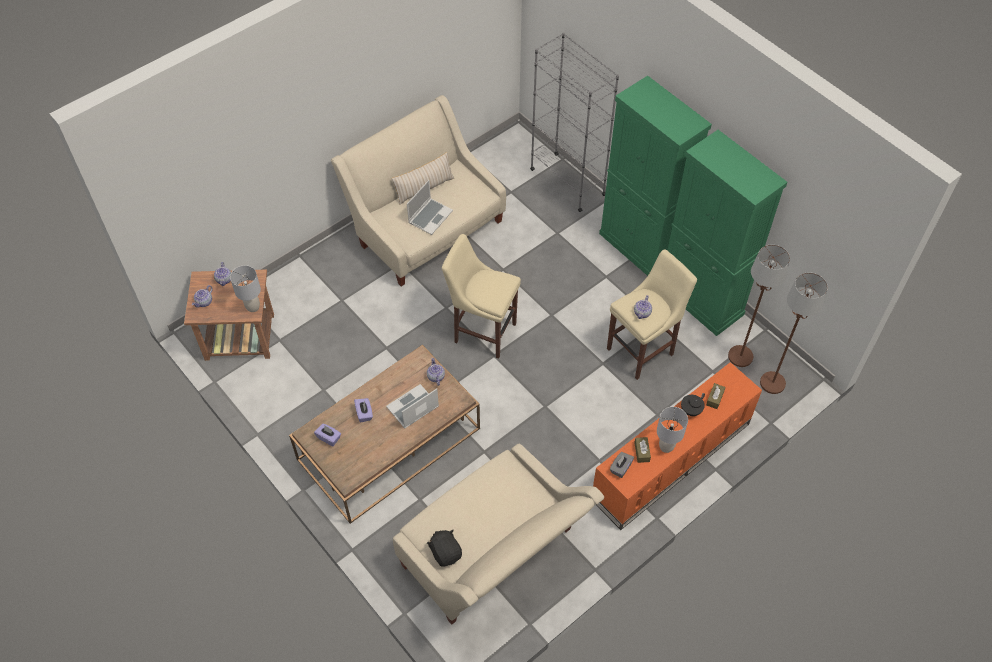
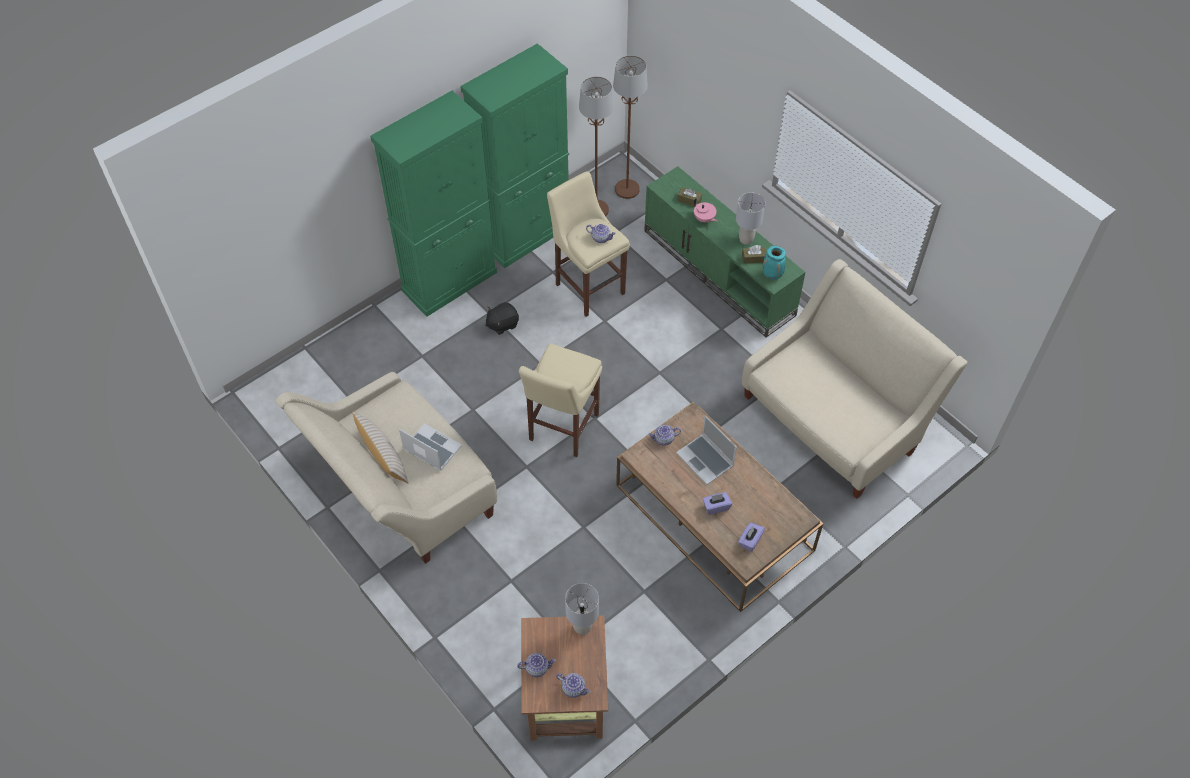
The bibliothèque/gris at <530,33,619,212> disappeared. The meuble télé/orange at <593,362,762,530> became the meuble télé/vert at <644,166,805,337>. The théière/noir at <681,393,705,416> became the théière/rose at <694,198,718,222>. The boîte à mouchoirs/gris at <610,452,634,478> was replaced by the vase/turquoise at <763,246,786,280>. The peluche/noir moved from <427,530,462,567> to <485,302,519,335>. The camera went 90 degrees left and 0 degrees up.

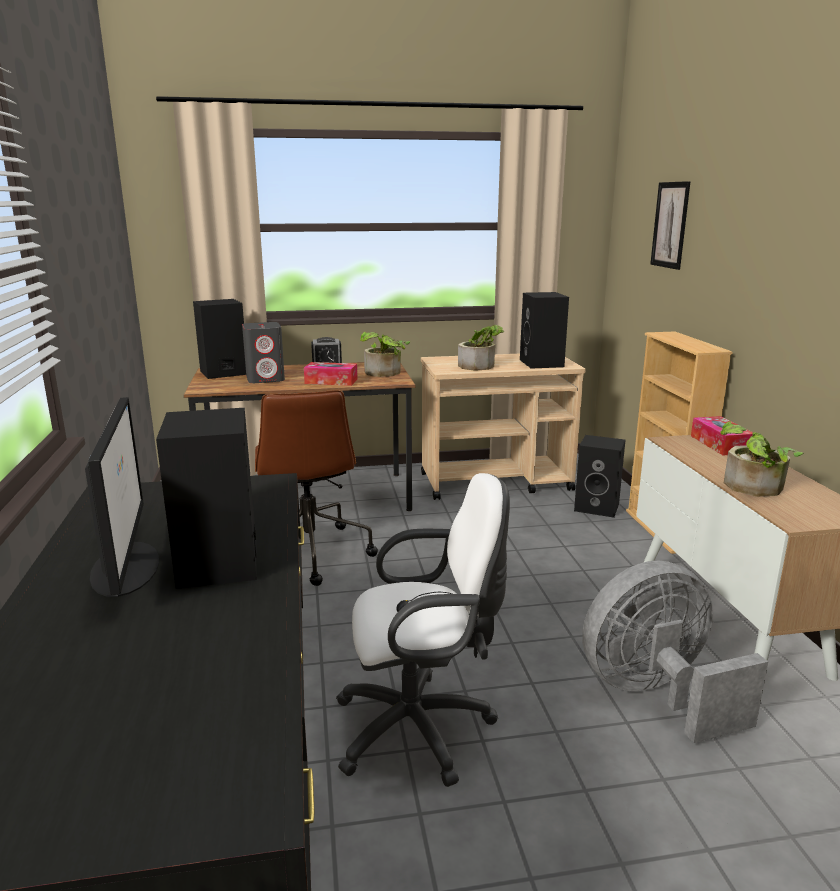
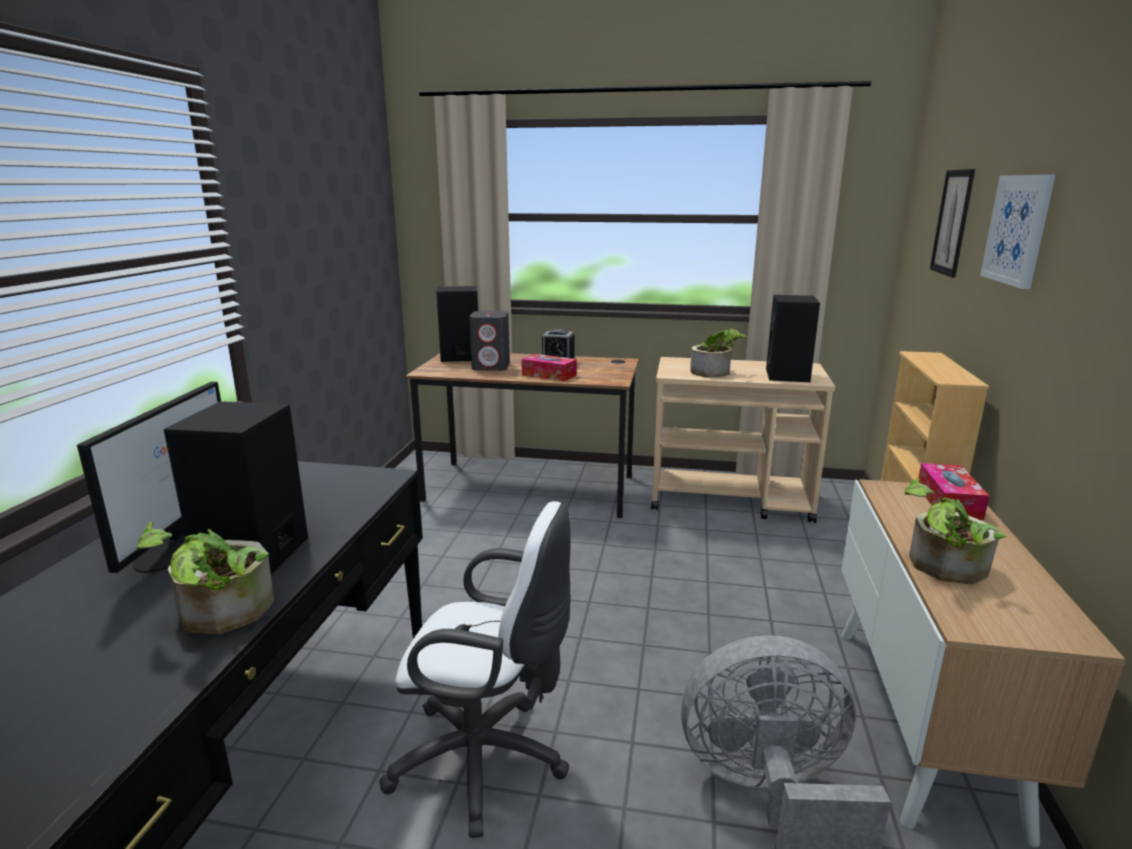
The plante en pot moved from <360,332,410,377> to <136,522,274,634>. The chaise de bureau/marron at <255,390,378,586> disappeared. The enceinte/noir at <574,435,625,518> disappeared. The tableau at <980,175,1055,289> appeared. The camera went 20 degrees right and 0 degrees up.

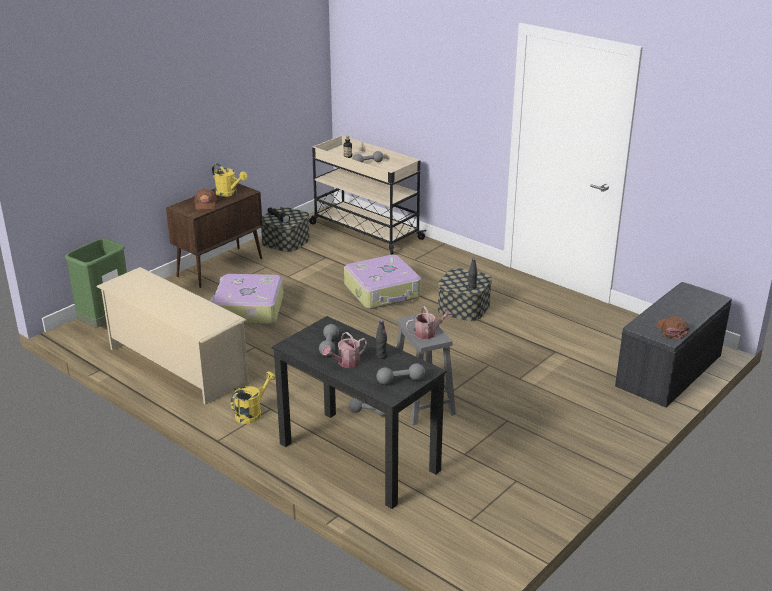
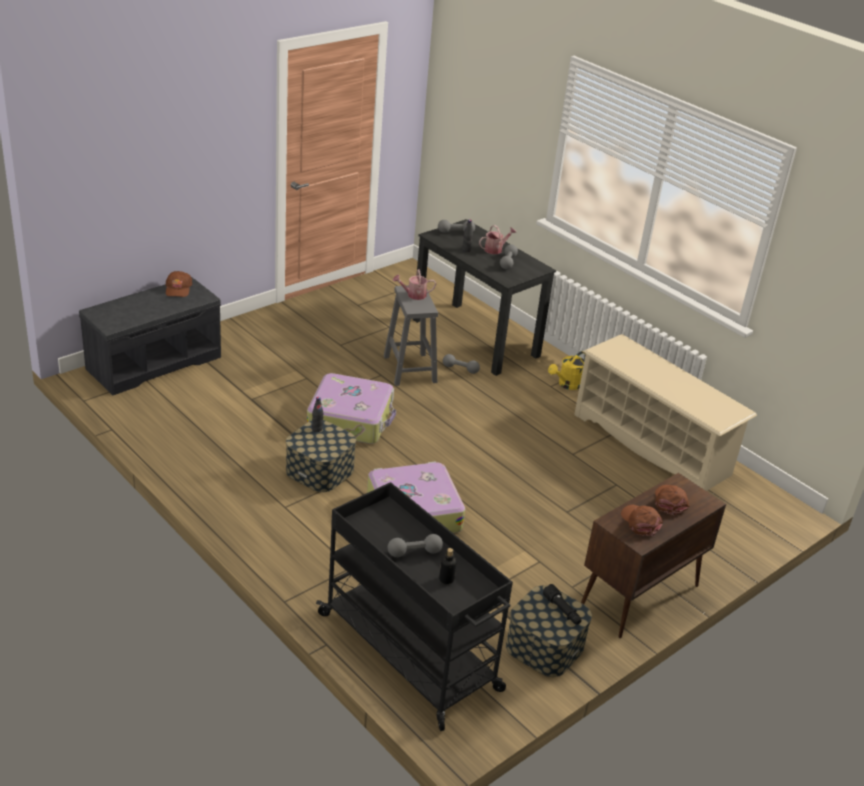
The chariot/beige at <309,135,426,255> became the chariot/noir at <316,482,513,731>. The arrosoir/jaune at <212,163,248,197> was replaced by the casquette/marron at <621,505,663,536>. The poubelle/vert at <65,238,127,327> disappeared. The valise moved from <210,274,284,325> to <307,373,396,444>. The camera went 175 degrees left and 5 degrees up.

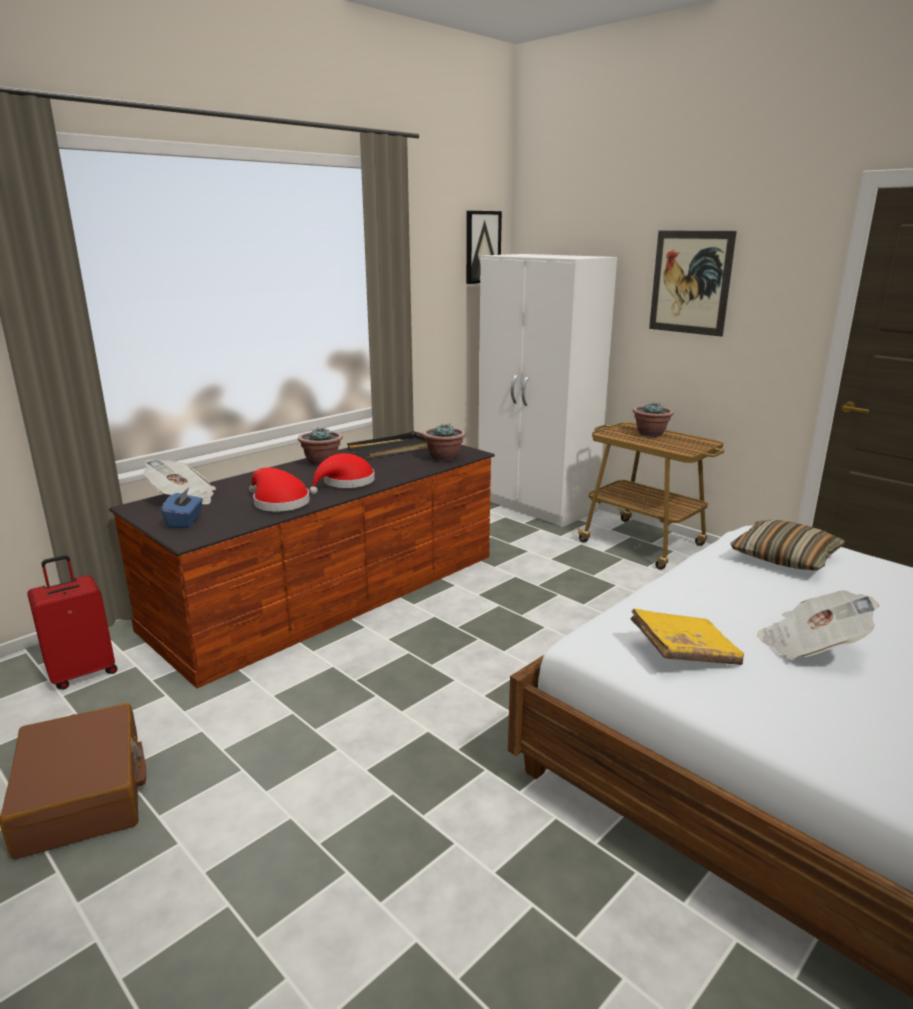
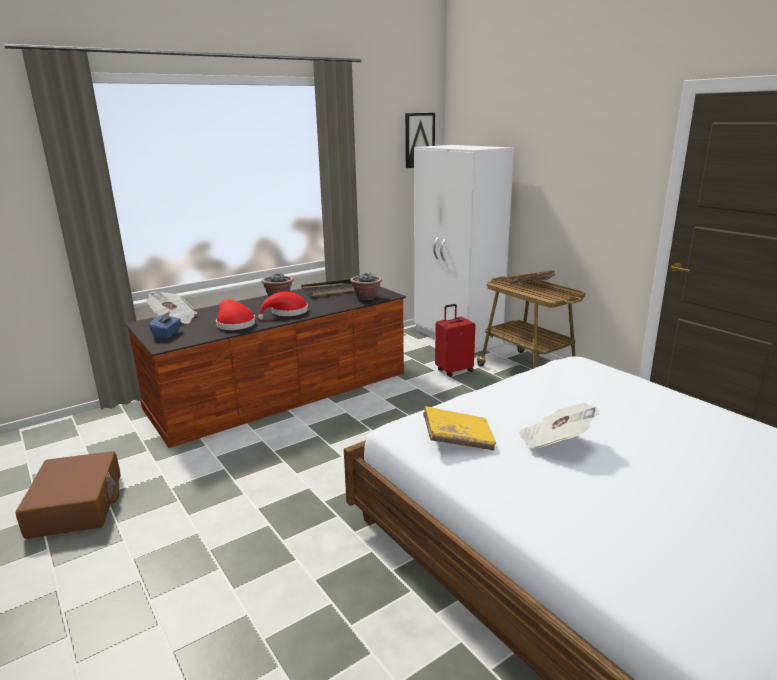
The tableau at <649,231,737,337> disappeared. The plante en pot at <633,402,674,437> was replaced by the livre/marron at <510,270,555,285>. The coussin at <730,520,845,571> disappeared. The valise/rouge moved from <27,555,117,689> to <435,304,475,377>. The camera went 10 degrees right and 0 degrees up.

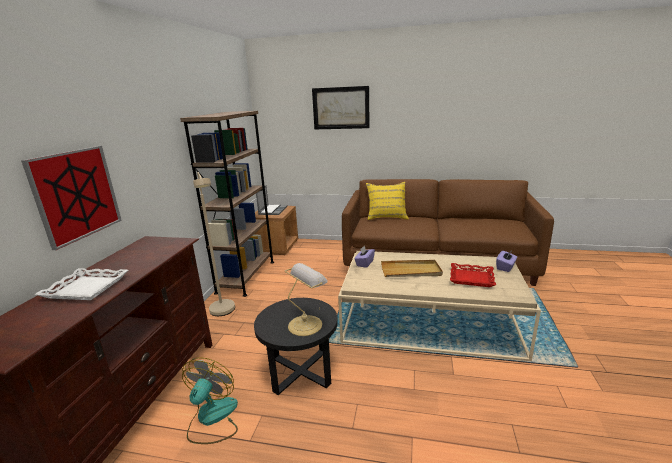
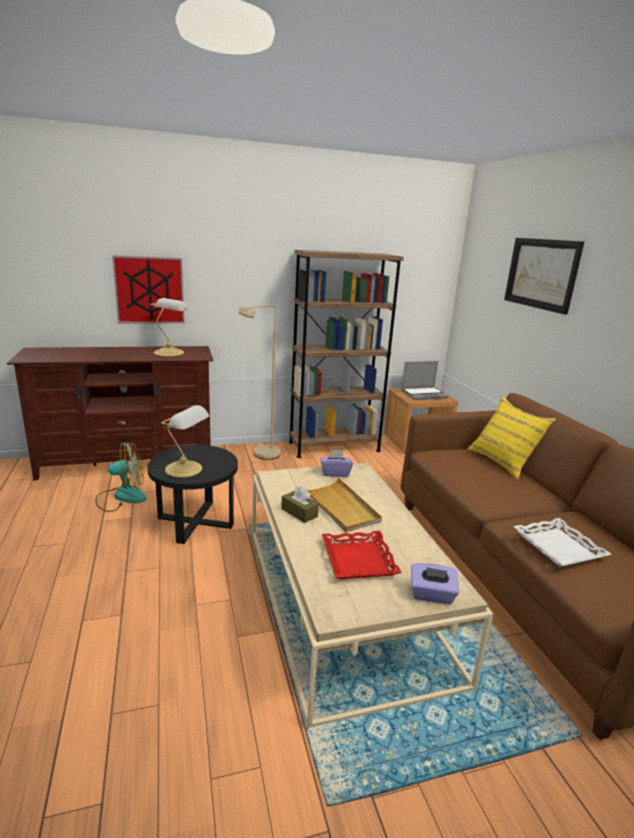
The plateau/blanc moved from <35,268,128,300> to <513,518,612,567>. The lampe de table at <150,298,190,356> appeared. The boîte à mouchoirs/marron at <281,486,319,523> appeared. The camera went 60 degrees right and 0 degrees up.

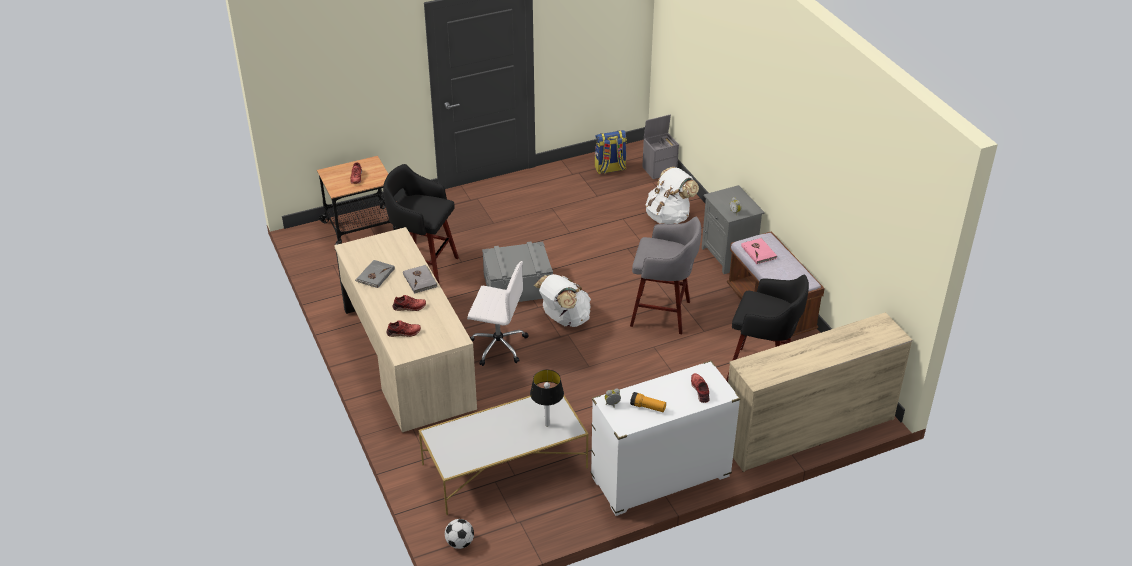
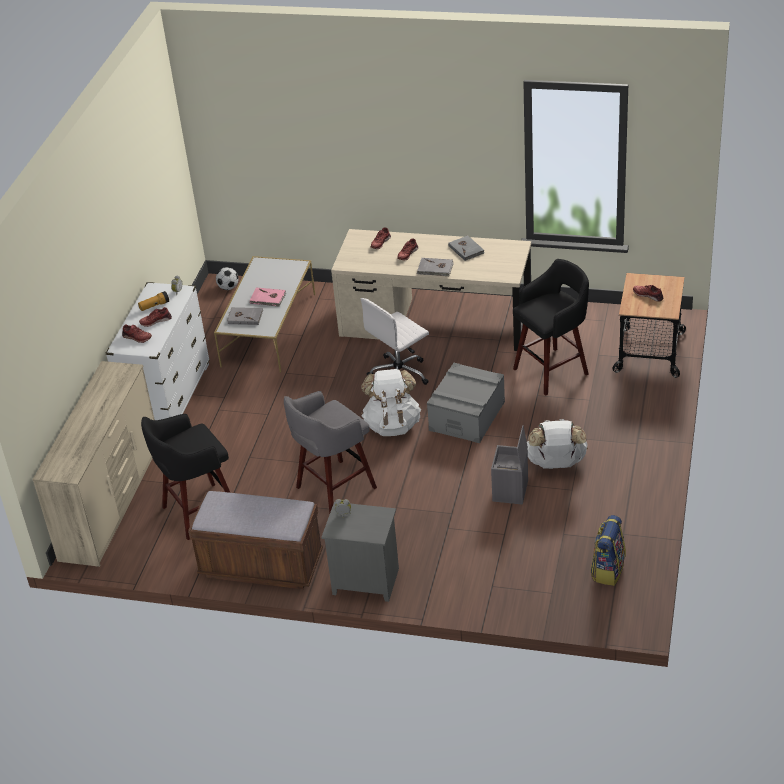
The boîte de rangement/gris moved from <642,114,679,179> to <491,425,528,505>. The sac à dos/blanc moved from <646,167,699,224> to <527,419,588,469>. The livre/rose moved from <741,238,777,264> to <249,288,286,307>. The lampe de table at <530,370,564,427> was replaced by the livre/gris at <227,307,263,325>. The chaussure/rouge at <139,307,172,327> appeared. The camera went 130 degrees right and 0 degrees up.

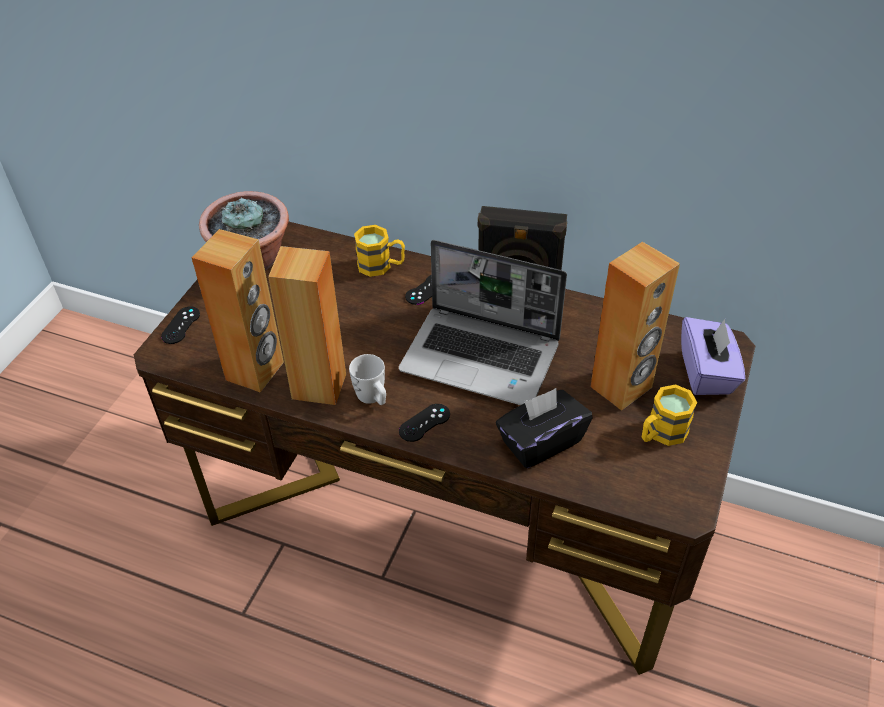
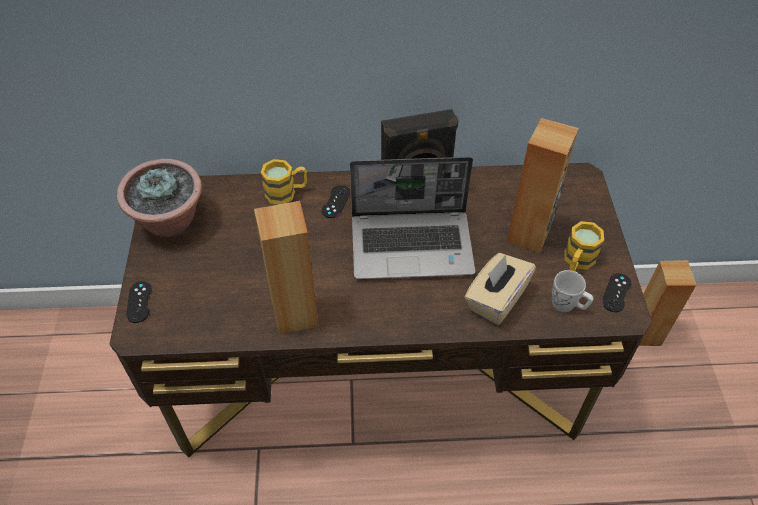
The enceinte/marron moved from <192,229,284,393> to <639,260,696,346>. The boîte à mouchoirs/violet at <681,317,745,395> disappeared. The mug/blanc moved from <349,354,386,405> to <552,270,593,312>. The boîte à mouchoirs/noir at <496,388,593,468> became the boîte à mouchoirs/beige at <465,253,536,325>. The manette/noir moved from <399,404,450,442> to <602,273,631,312>. The camera went 25 degrees left and 5 degrees up.

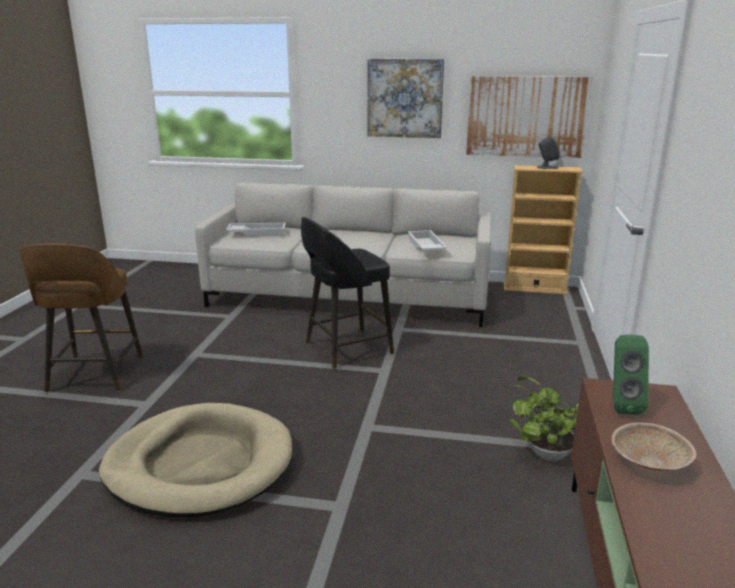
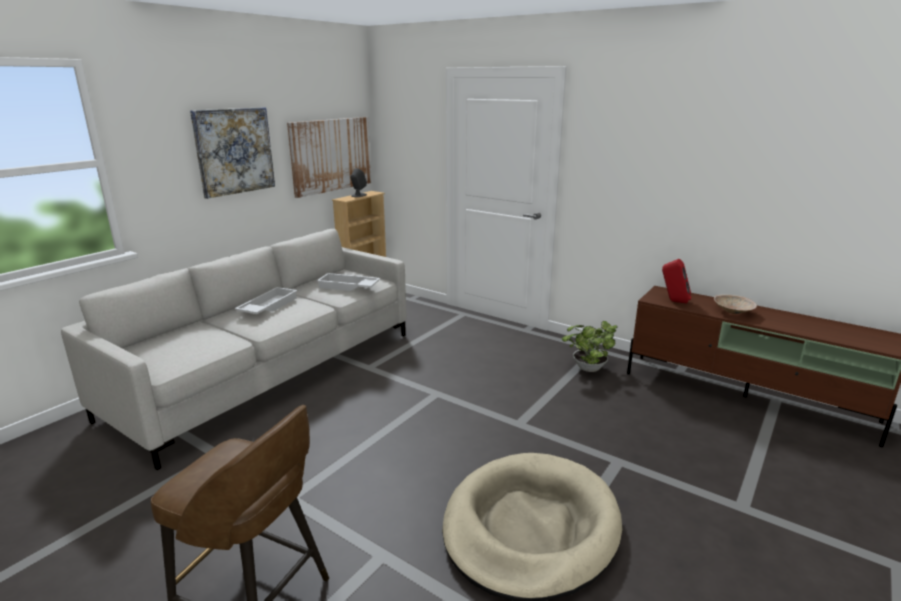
The tabouret/noir at <301,217,394,369> disappeared. The plateau/blanc moved from <226,223,286,237> to <234,287,298,314>. The enceinte/vert at <613,334,649,414> became the enceinte/rouge at <662,259,691,303>. The camera went 65 degrees left and 0 degrees up.

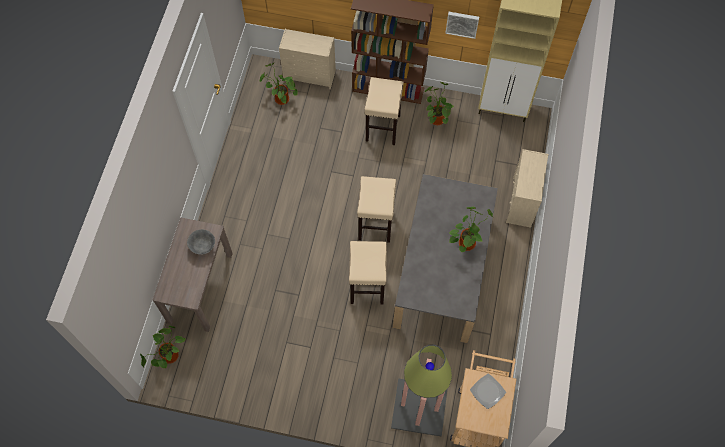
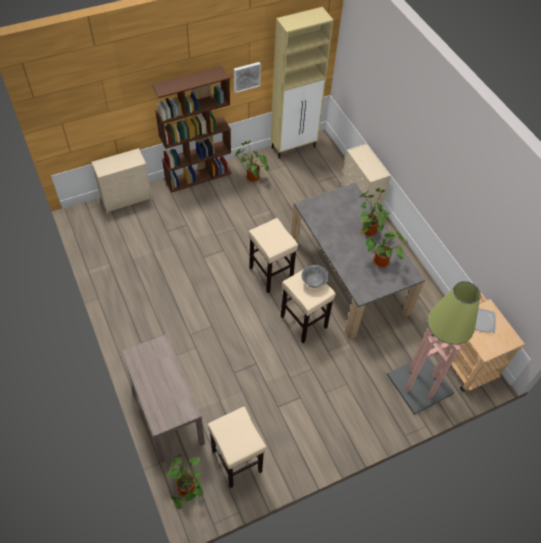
The plante en pot moved from <259,62,298,105> to <361,225,408,268>. The tabouret/beige moved from <365,77,404,145> to <208,407,266,488>. The bol/gris moved from <187,229,215,255> to <301,265,329,288>. The camera went 40 degrees left and 10 degrees down.

